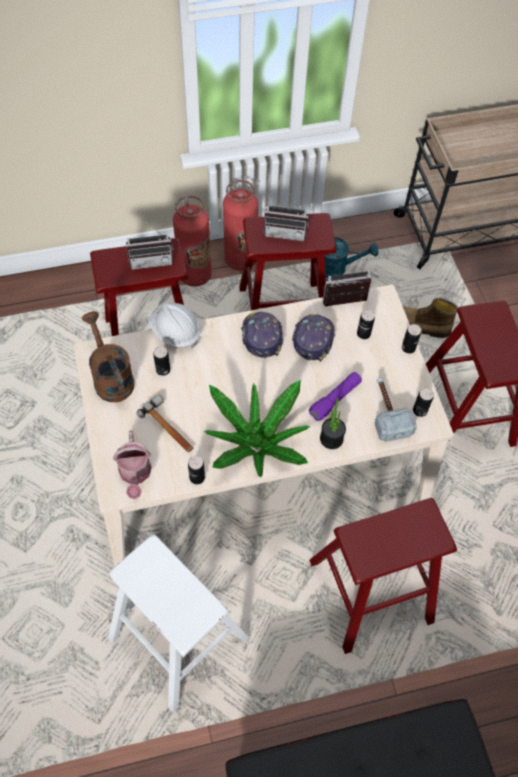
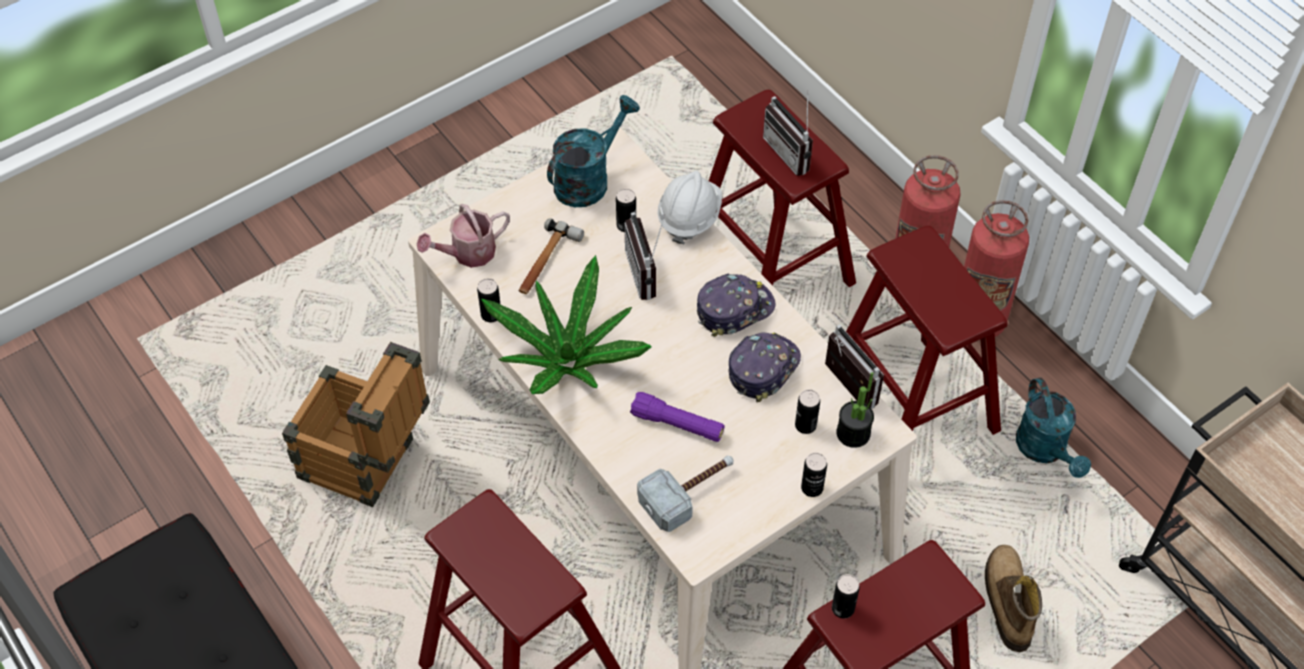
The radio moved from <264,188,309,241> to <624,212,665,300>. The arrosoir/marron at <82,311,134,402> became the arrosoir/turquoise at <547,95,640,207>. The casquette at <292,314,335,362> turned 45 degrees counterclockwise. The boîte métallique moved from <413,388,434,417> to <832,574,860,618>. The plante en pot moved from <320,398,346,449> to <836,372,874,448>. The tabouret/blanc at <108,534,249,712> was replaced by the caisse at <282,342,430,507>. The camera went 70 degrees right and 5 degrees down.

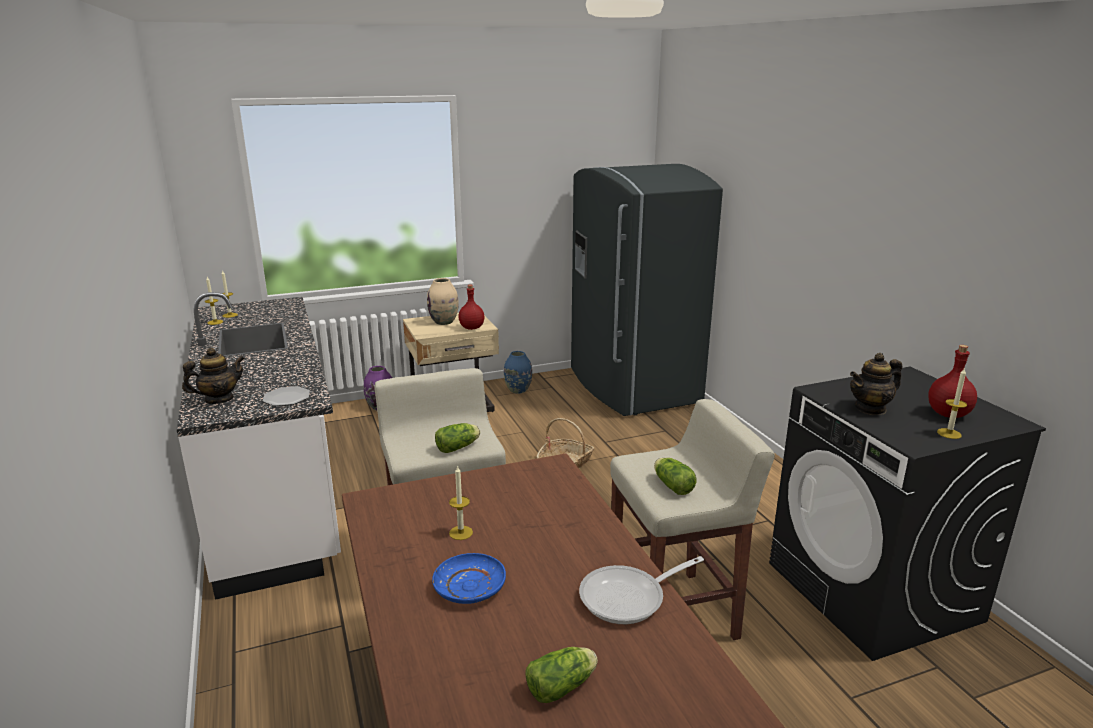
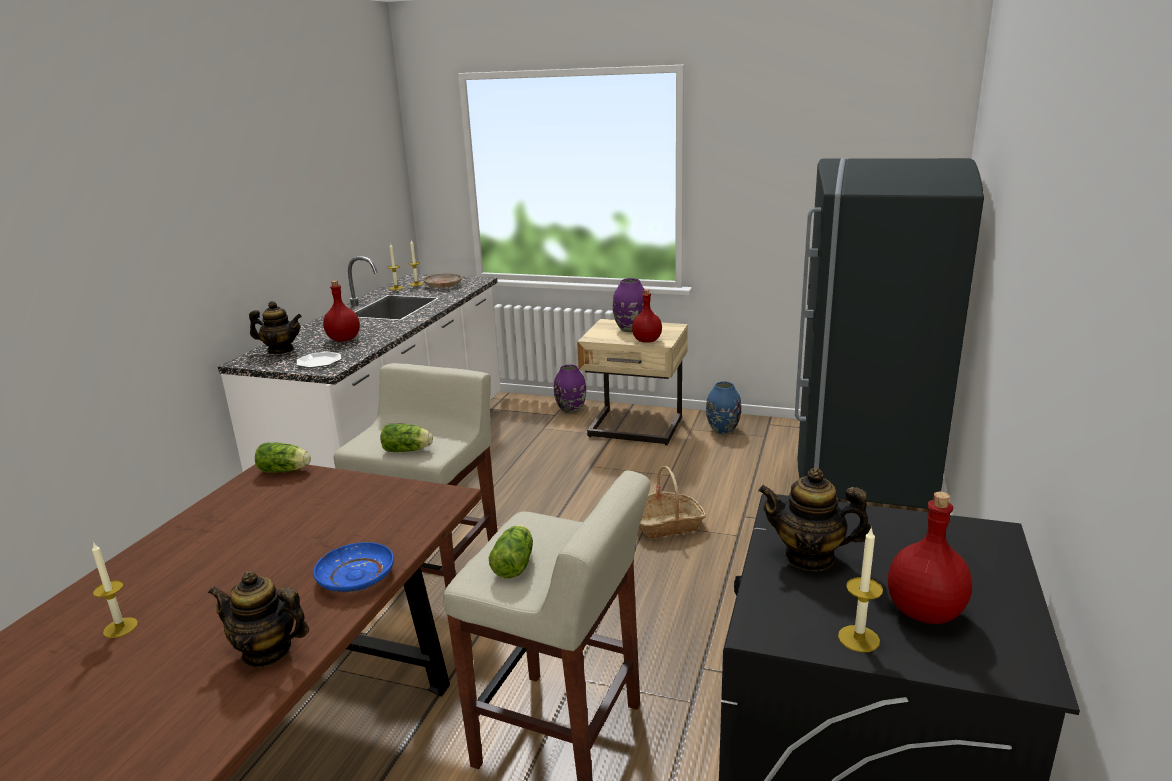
The vase/beige at <427,278,459,325> became the vase/violet at <613,278,645,332>. The bougie moved from <449,465,473,540> to <92,542,138,638>. The assiette/bleu moved from <432,553,506,604> to <313,542,394,592>. The poêle at <579,556,704,624> was replaced by the théière at <208,571,309,668>. The laitue moved from <525,647,598,703> to <255,443,311,473>. The assiette/beige at <423,273,462,288> appeared. The bouteille/rouge at <323,280,360,342> appeared. The camera went 40 degrees right and 0 degrees up.

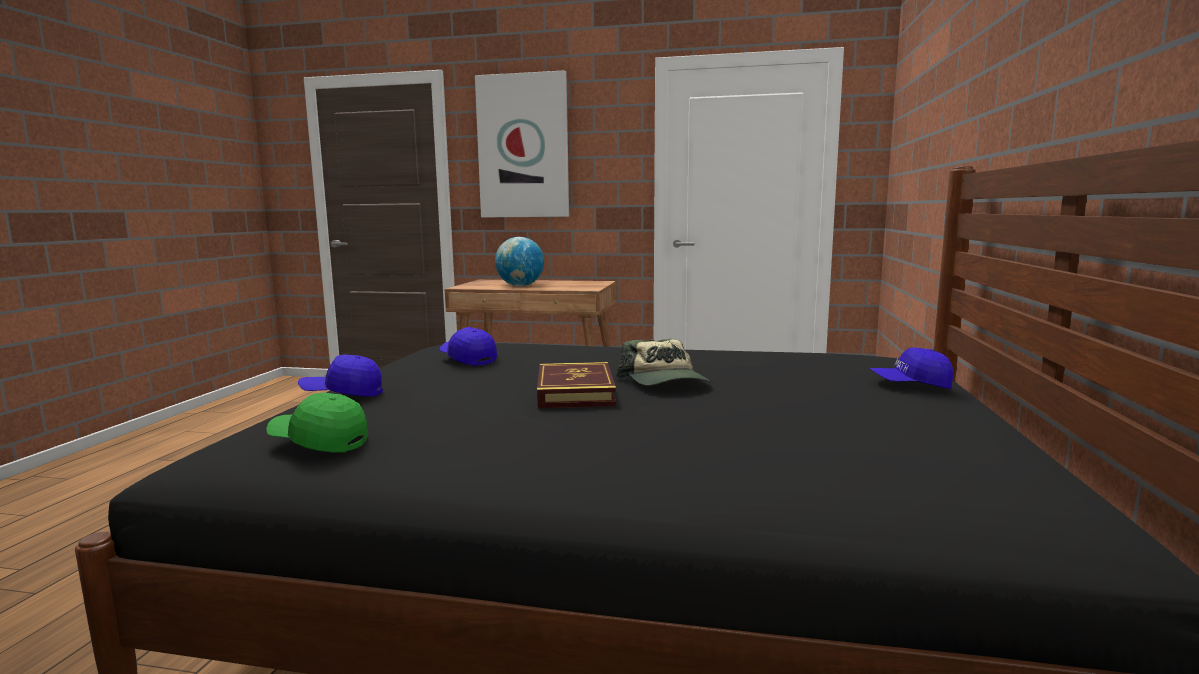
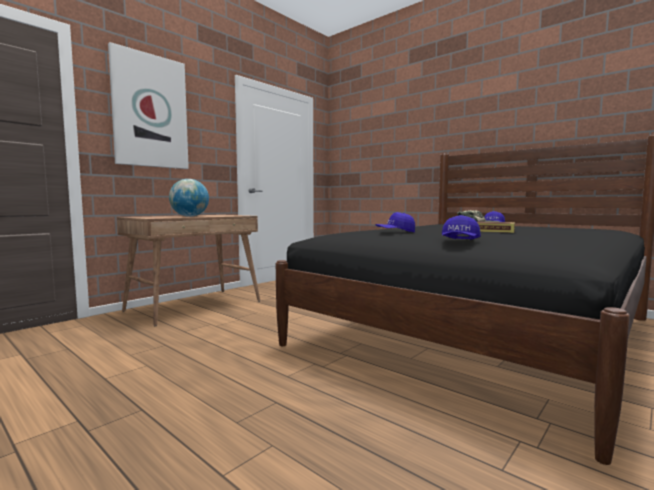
The casquette/vert at <266,393,368,453> disappeared. The camera went 60 degrees left and 5 degrees down.

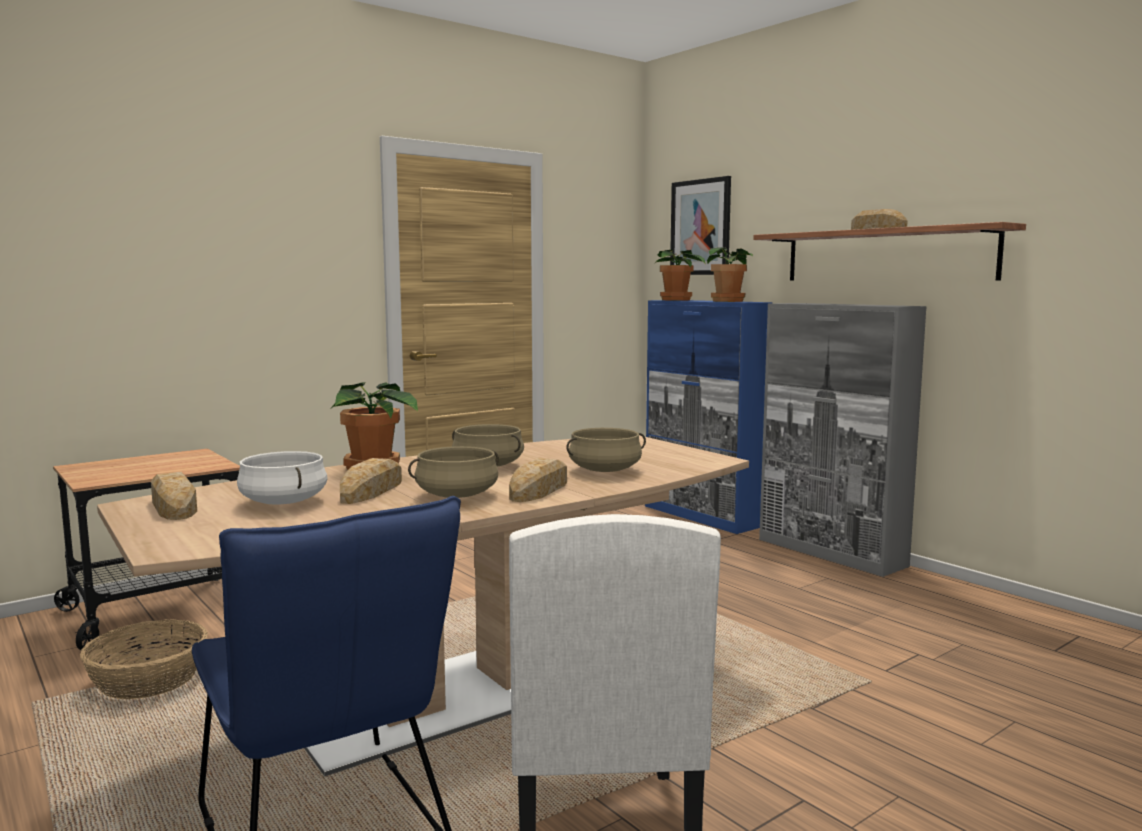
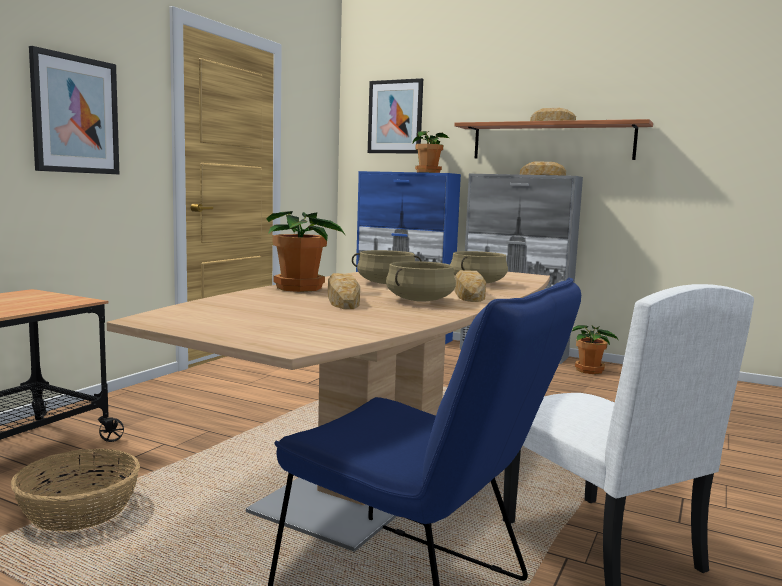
The plante en pot moved from <655,249,706,301> to <572,325,619,374>. The marmite/blanc at <237,451,328,505> disappeared. The pain moved from <151,472,197,520> to <520,162,566,176>. The tableau at <29,46,119,174> appeared. The camera went 25 degrees left and 0 degrees up.

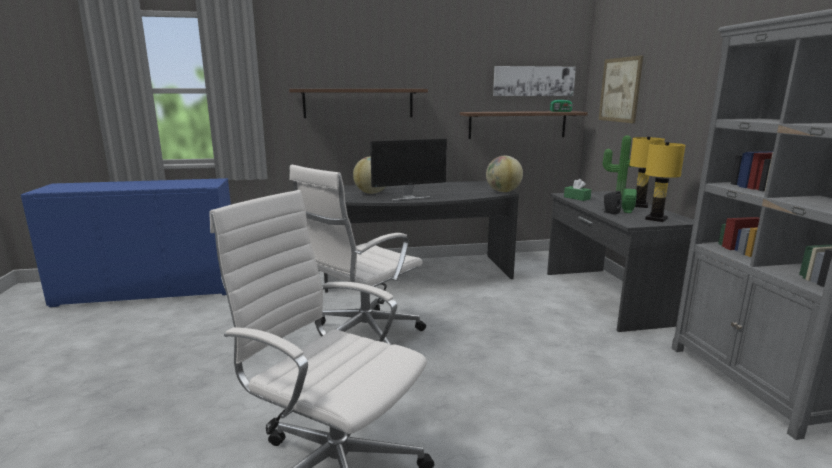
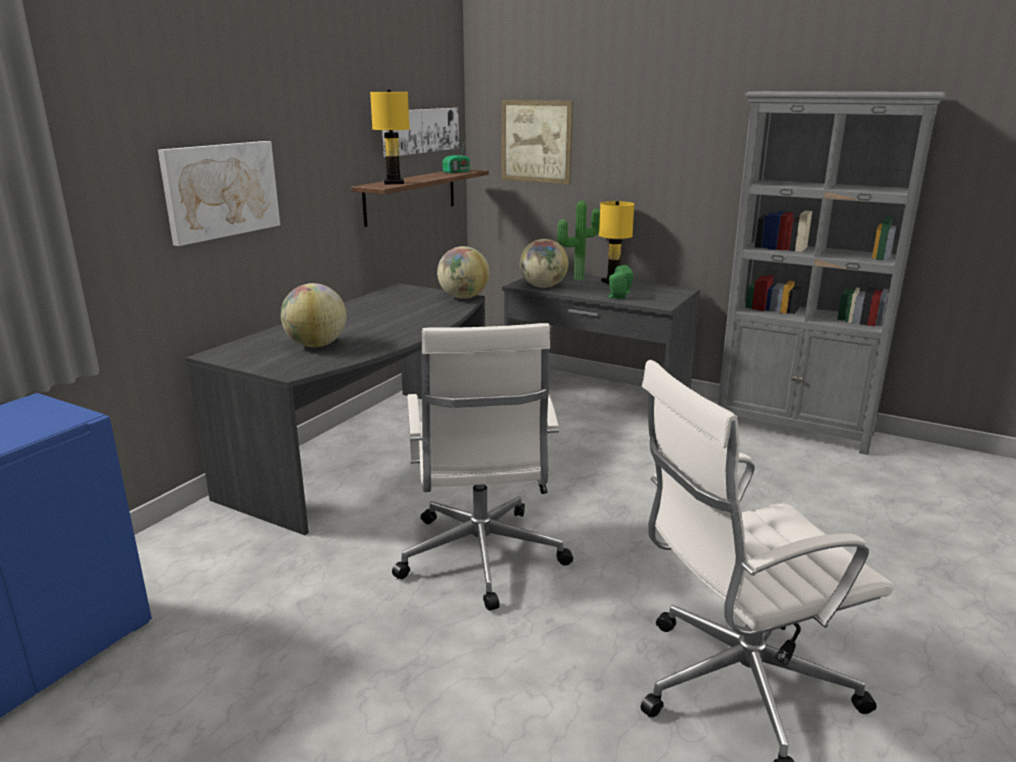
The étagère at <289,89,428,118> was replaced by the tableau at <158,141,280,246>. The écran d'ordinateur at <370,139,447,201> disappeared. The lampe de table/jaune moved from <645,142,686,222> to <370,90,410,184>. The boîte à mouchoirs/vert at <564,179,591,201> was replaced by the globe at <520,239,568,288>. The enceinte/noir at <603,191,622,215> became the enceinte/vert at <607,270,627,299>. The camera went 50 degrees left and 5 degrees up.

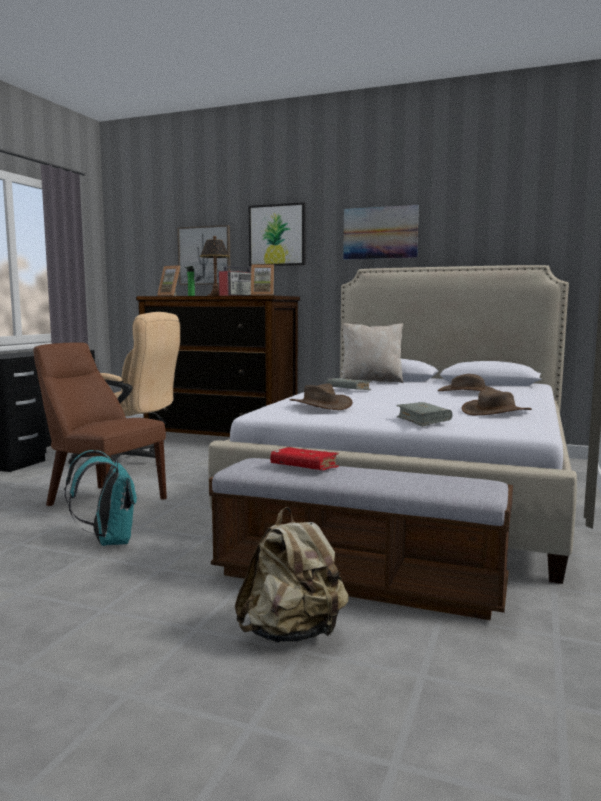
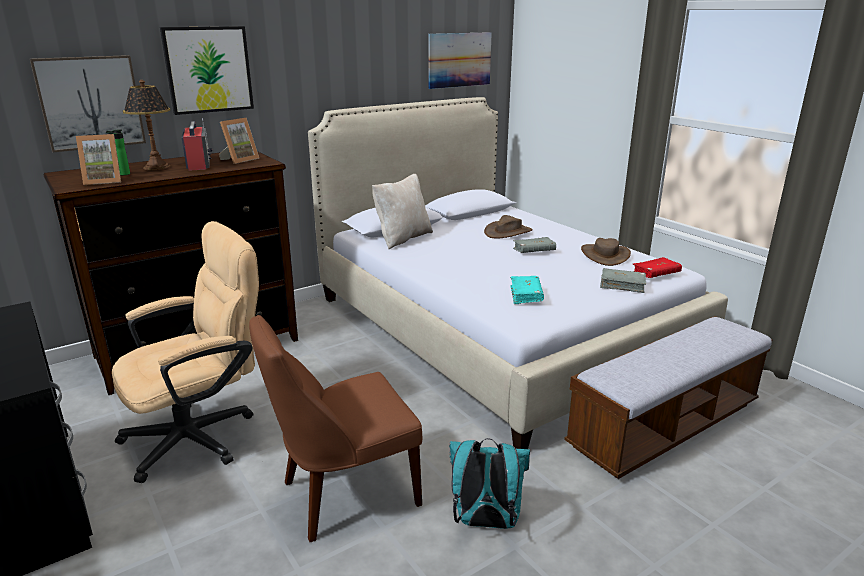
The tableau moved from <343,205,419,260> to <429,32,492,89>. The livre/gris moved from <327,378,371,390> to <513,237,556,253>. The chapeau/marron at <290,384,353,410> was replaced by the livre/turquoise at <510,276,544,304>. The livre/rouge moved from <270,447,339,470> to <632,257,682,278>. The sac à dos/beige at <235,507,348,643> disappeared. The camera went 55 degrees left and 15 degrees up.

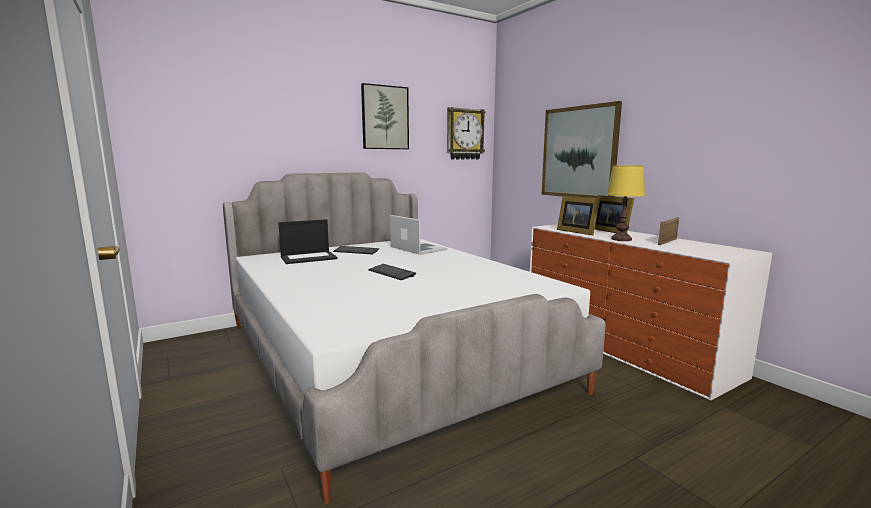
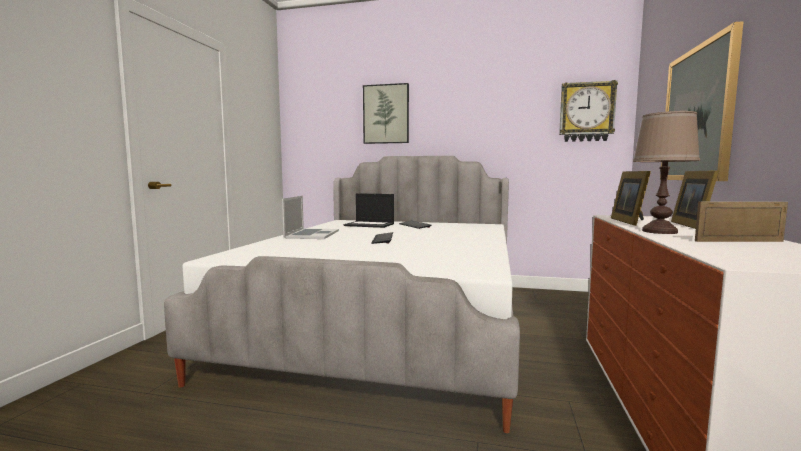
The tableau moved from <361,83,409,149> to <363,83,409,144>. The lampe de table/jaune at <606,165,645,241> became the lampe de table/marron at <633,111,700,234>. The ordinateur portable moved from <390,215,447,255> to <282,196,339,239>. The camera went 45 degrees right and 5 degrees down.

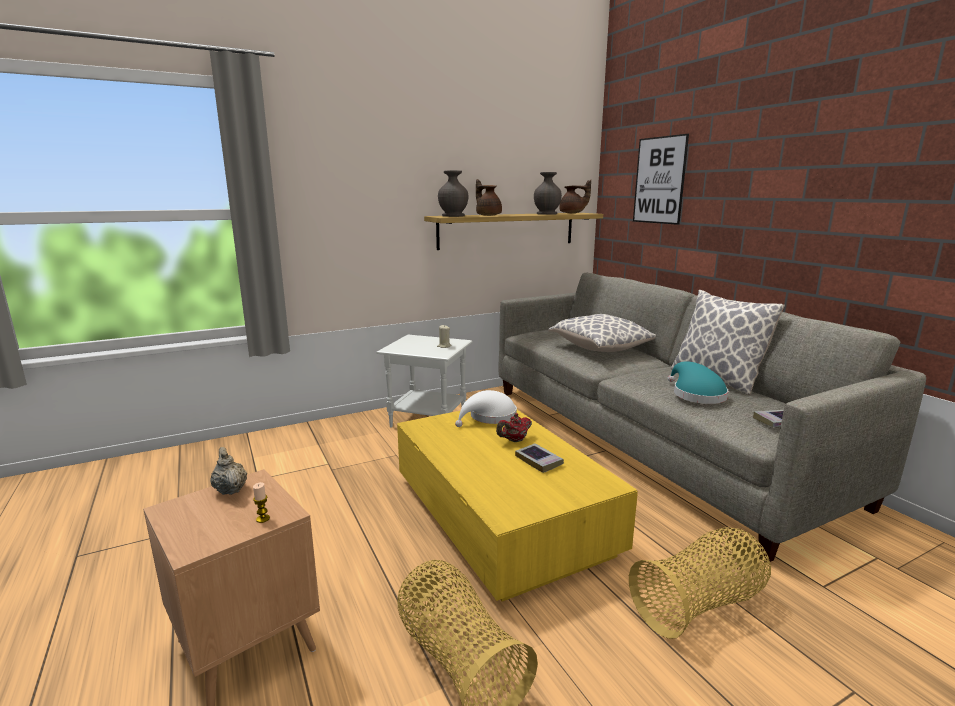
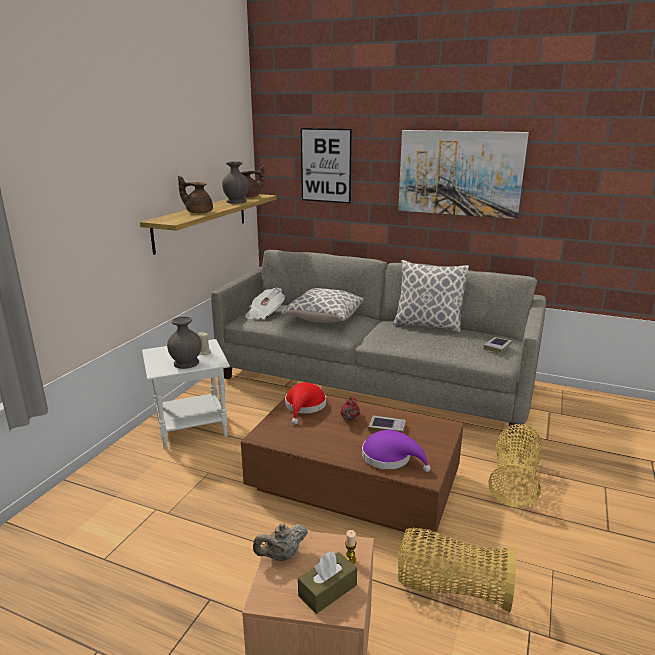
The vase/gris moved from <438,170,468,217> to <167,316,201,369>. The chapeau/turquoise at <667,361,728,404> disappeared. The chapeau/blanc at <455,390,517,427> became the chapeau/rouge at <285,382,326,425>. The table basse/jaune at <397,410,638,601> became the table basse/marron at <241,395,464,539>. The théière/beige at <210,447,247,495> turned 45 degrees counterclockwise. The tableau at <398,130,529,219> appeared. The journal at <245,288,285,319> appeared. The chapeau/violet at <362,430,431,472> appeared. The boîte à mouchoirs/marron at <298,551,357,614> appeared. The camera went 40 degrees left and 5 degrees up.

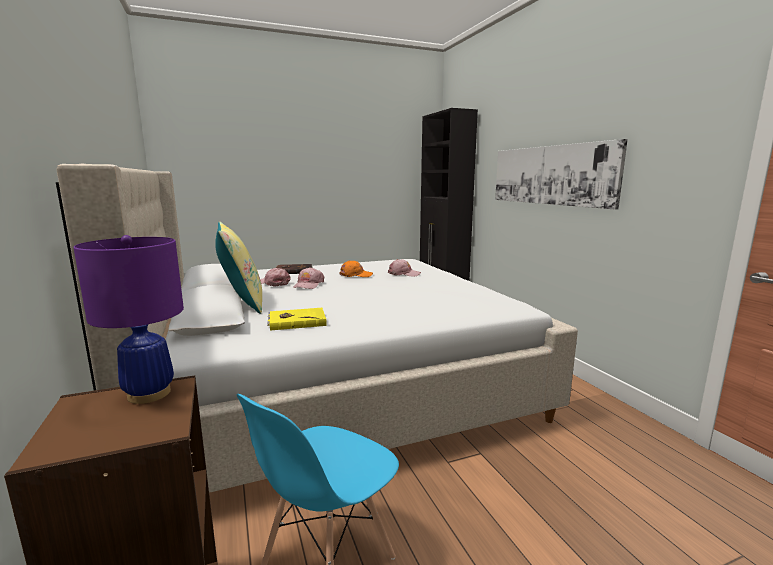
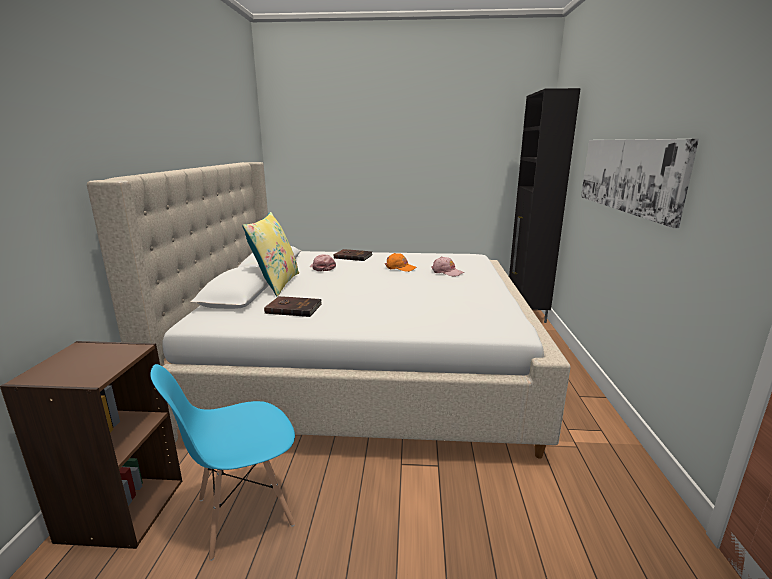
The lampe de table/violet at <73,235,184,404> disappeared. The casquette/rose at <293,267,324,289> disappeared. The livre/jaune at <267,308,327,331> became the livre/marron at <264,296,322,317>. The camera went 25 degrees right and 5 degrees up.

